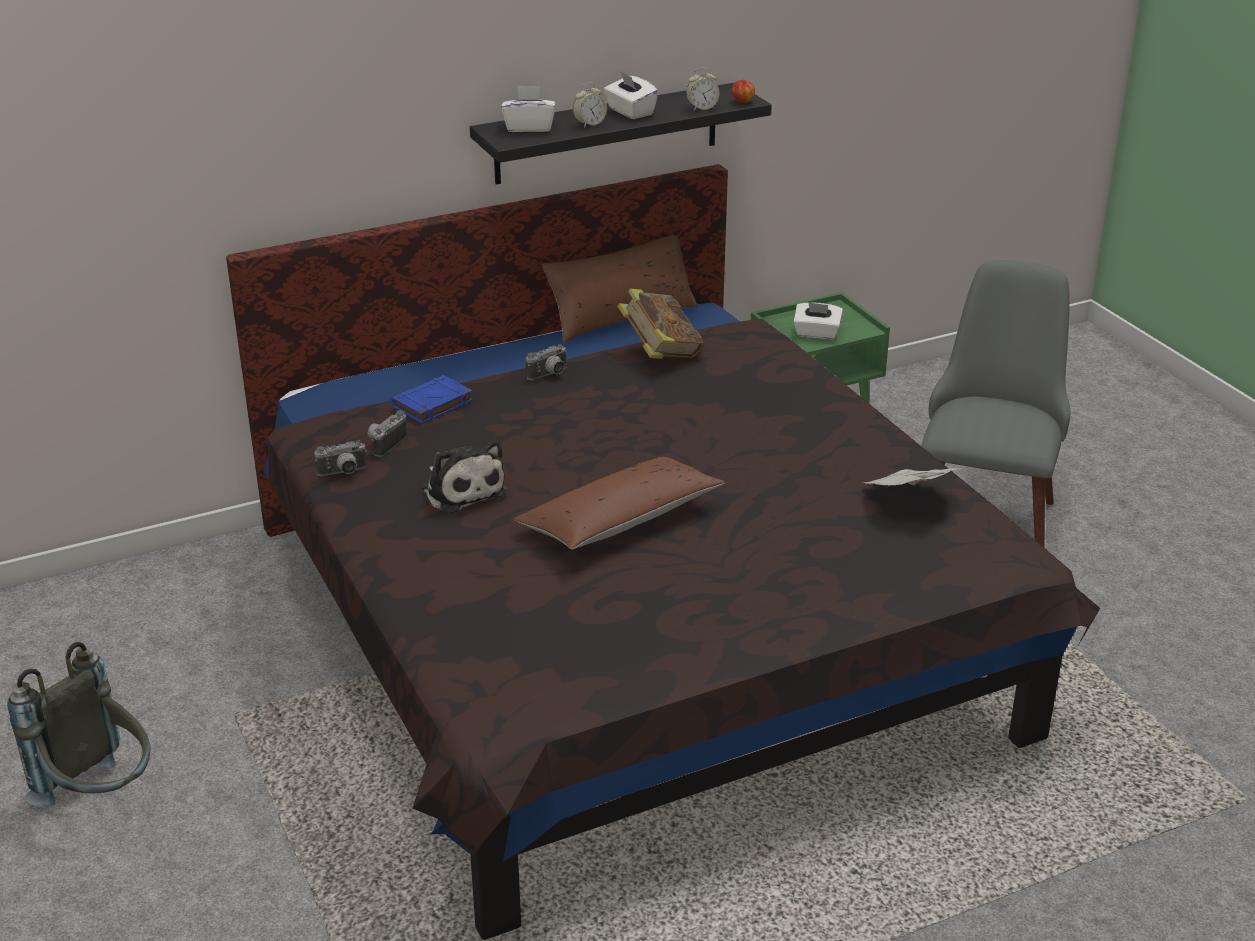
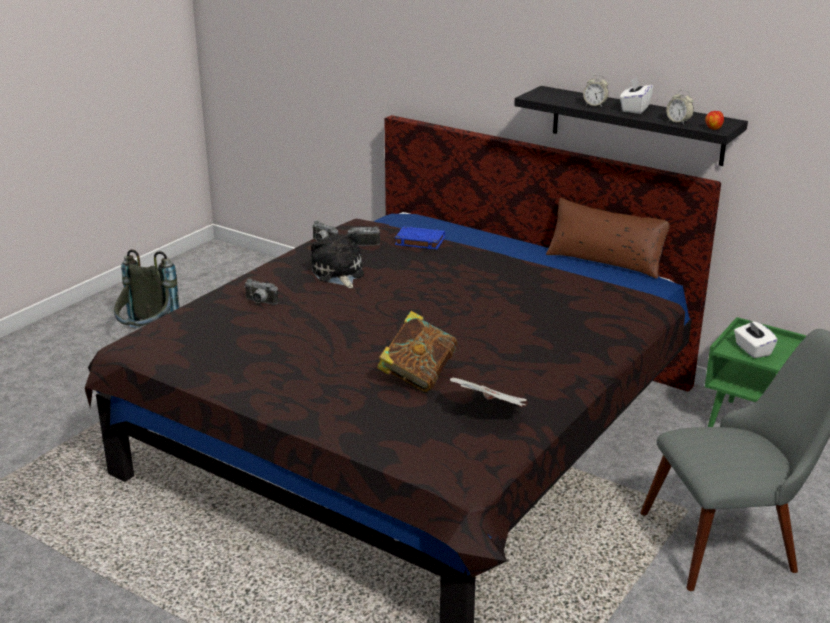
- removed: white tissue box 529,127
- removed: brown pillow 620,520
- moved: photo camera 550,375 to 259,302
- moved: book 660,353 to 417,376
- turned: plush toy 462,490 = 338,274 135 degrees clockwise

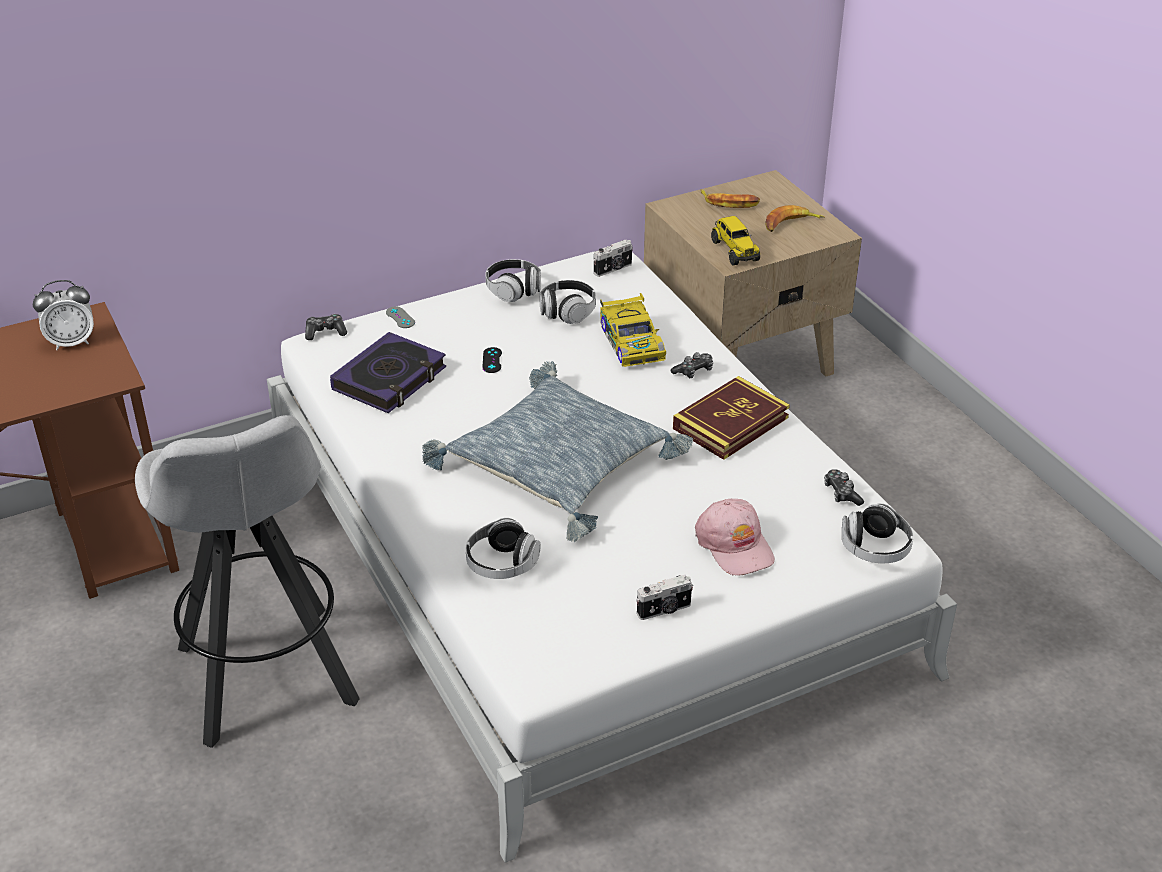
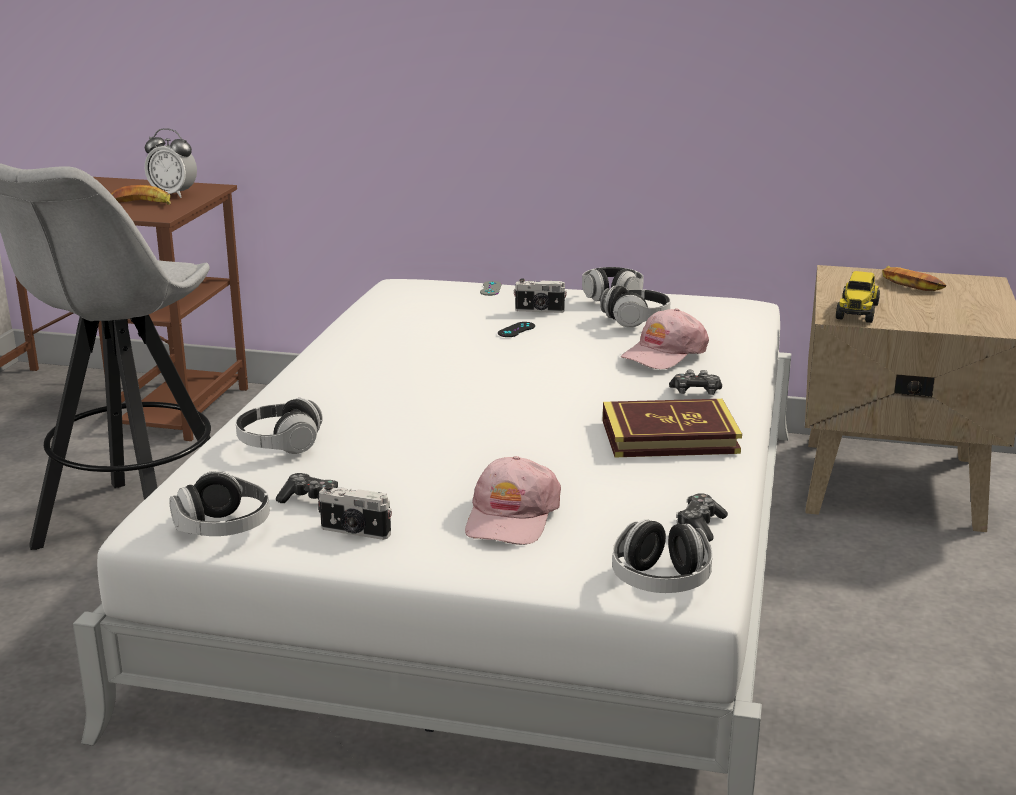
- removed: book 390,379
- removed: pillow 557,458
- added: headphones 223,528
- moved: game controller 325,332 to 311,502
- moved: photo camera 613,269 to 539,310
- moved: banana 790,224 to 142,204
- replaced: toy car 632,341 to pink cap 664,353

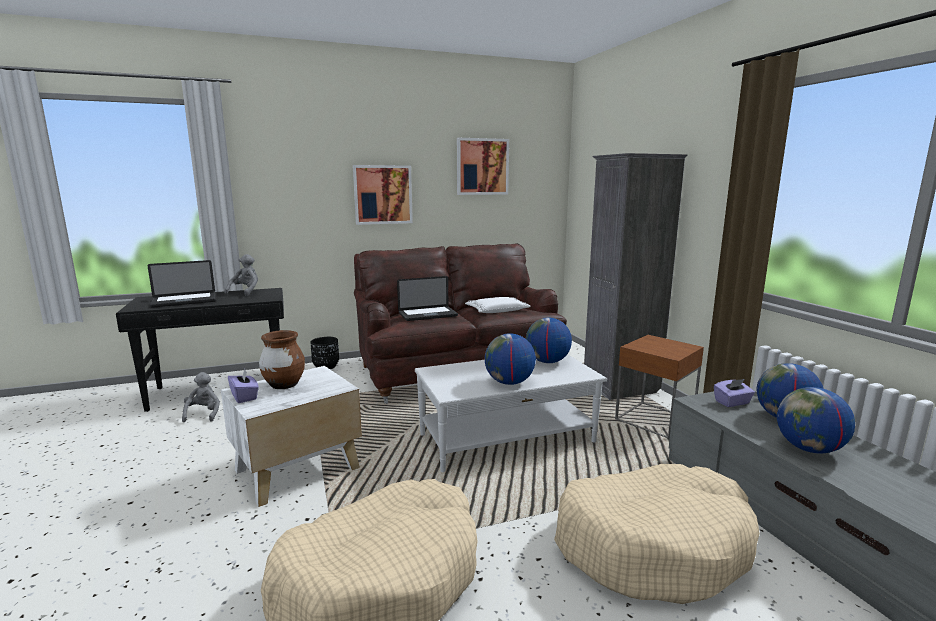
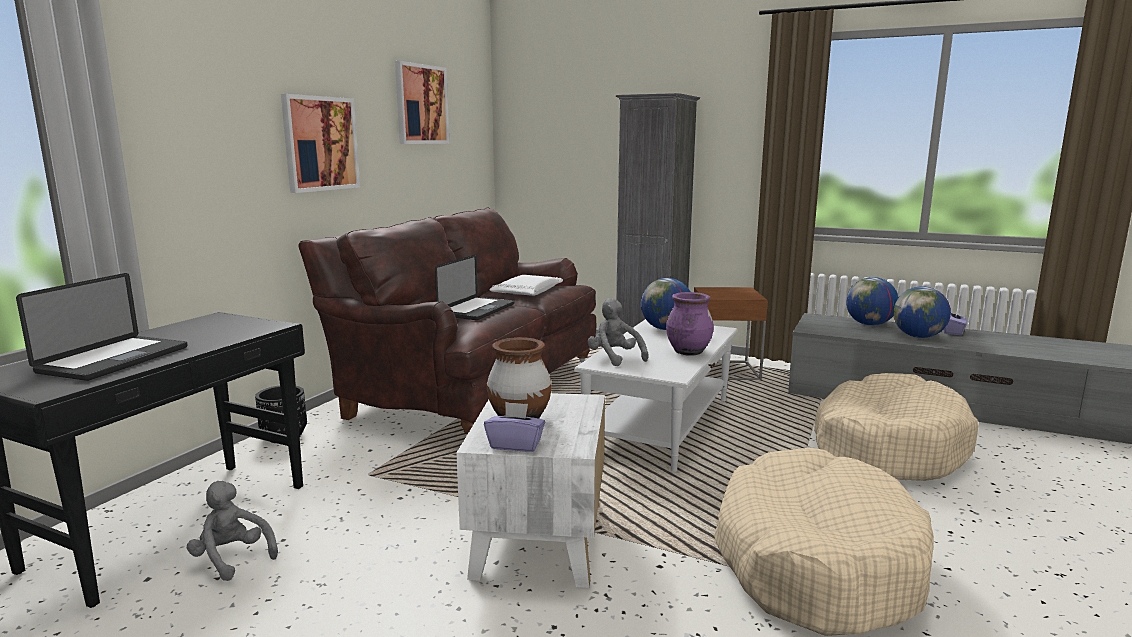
- moved: grey plush toy 246,292 to 614,358
- moved: purple tissue box 732,402 to 953,331
- replaced: globe 509,382 to purple vase 688,352

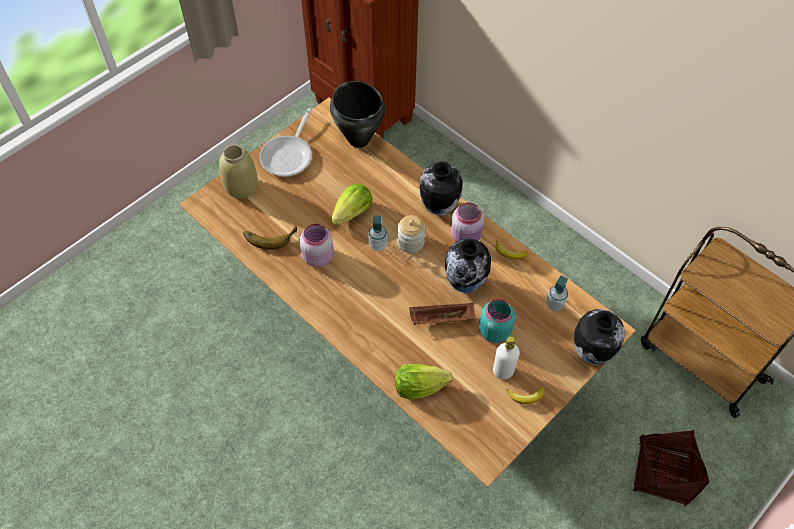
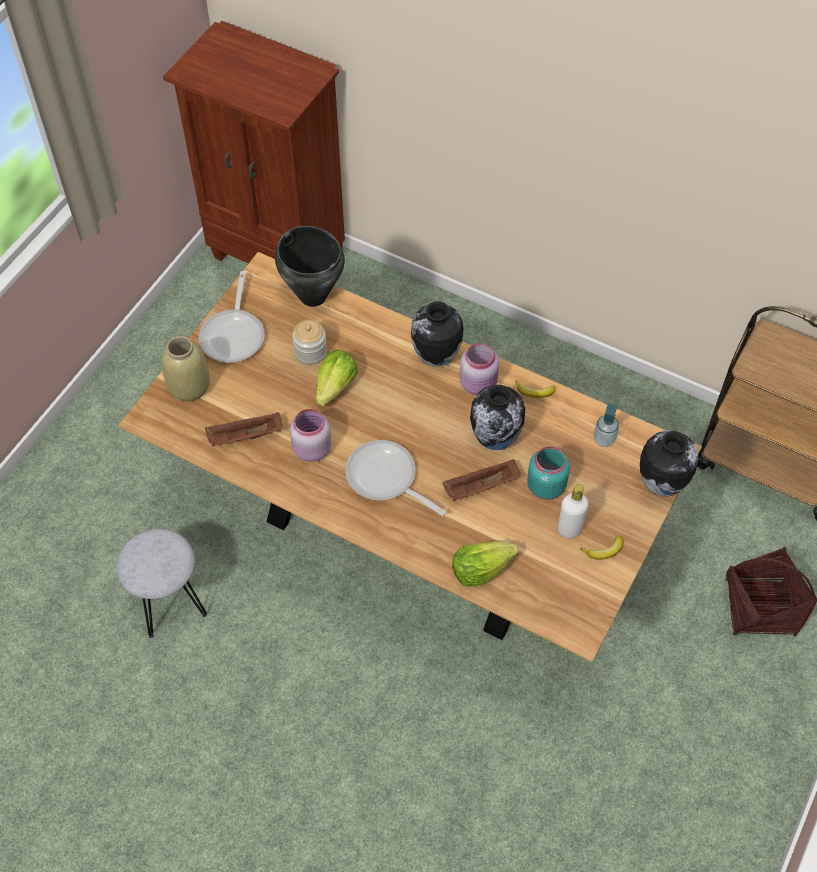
- removed: soap dispenser 378,245
- added: grey stool 168,602
- added: frying pan 386,479
- moved: jar 410,242 to 310,352
- replaced: banana 269,235 to brown tray 244,437

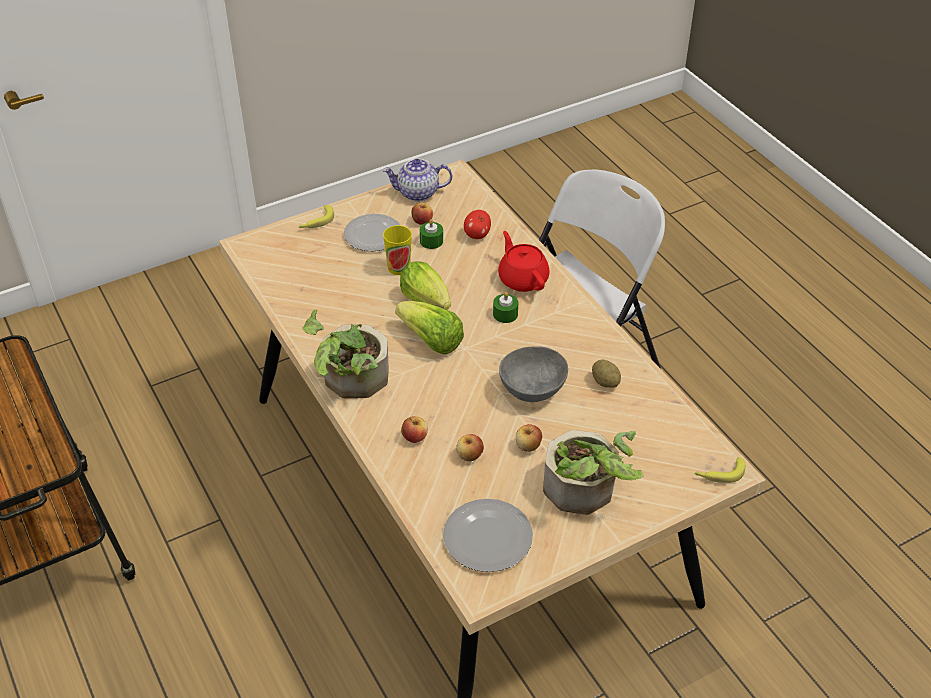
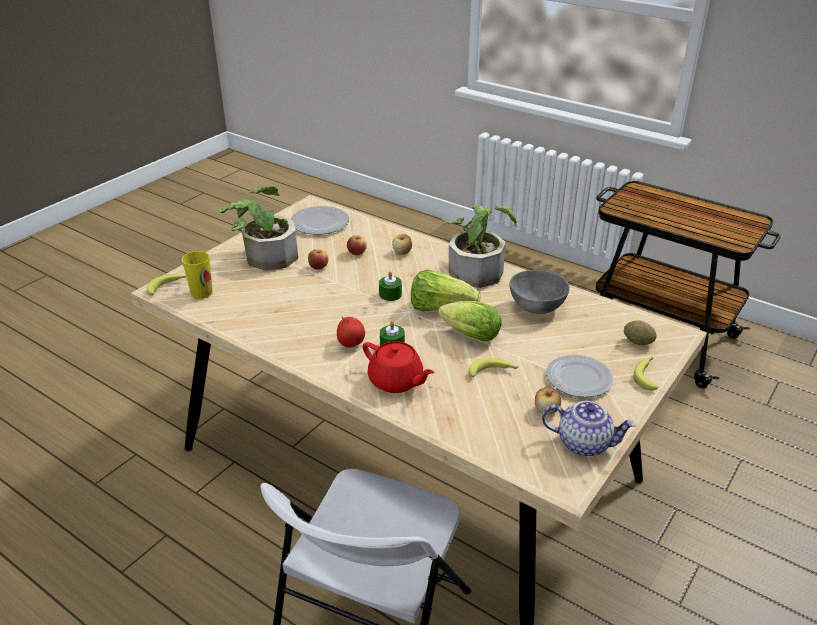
- added: banana 493,372
- moved: cup 399,268 to 201,293
- moved: green candle 431,241 to 390,294
- moved: apple 477,235 to 351,343
- moved: grey bowl 534,391 to 535,307
- moved: potato 605,382 to 638,342
- turned: teapot 417,193 = 584,443 45 degrees clockwise

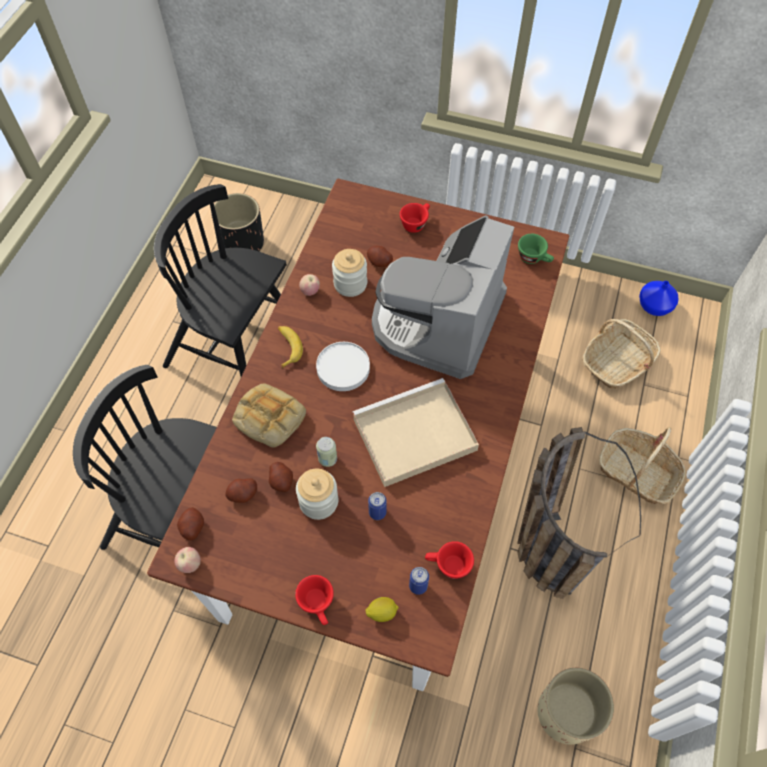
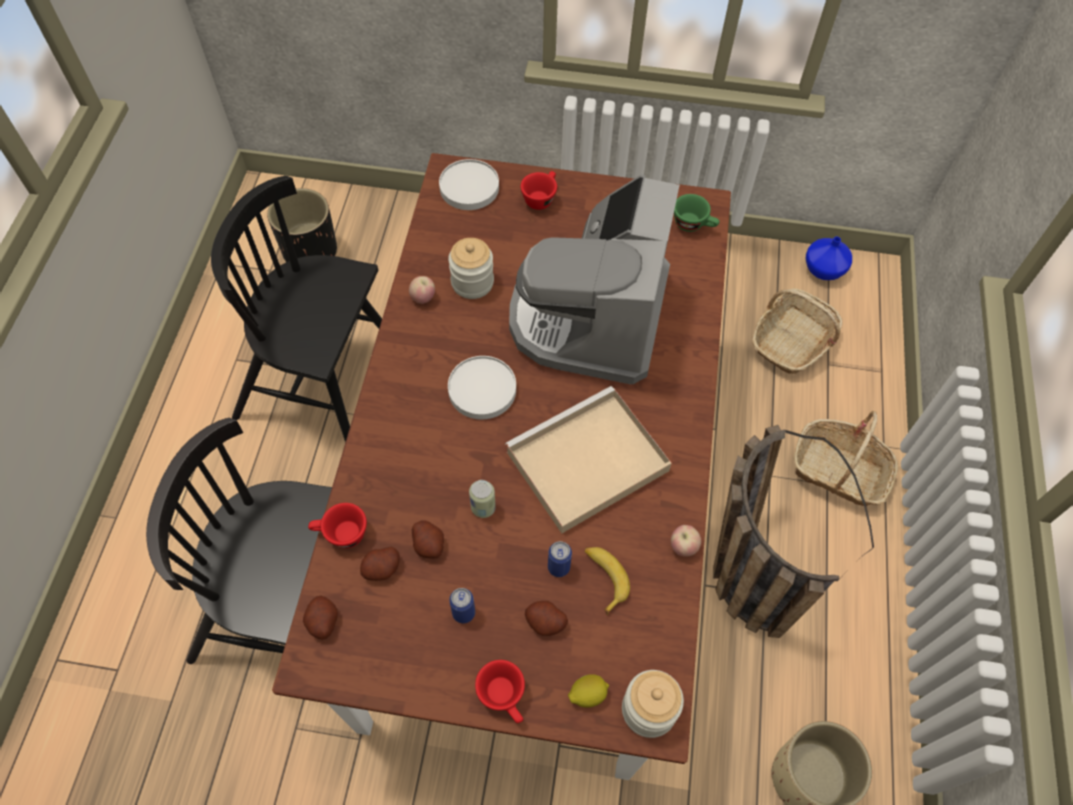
- removed: bread 268,418
- added: white plate 469,187
- moved: apple 190,564 to 683,546
- moved: banana 287,347 to 603,578
- moved: jar 318,501 to 648,710
- moved: potato 379,262 to 545,622
- moved: can 418,586 to 463,613
- moved: red cup 448,565 to 341,534

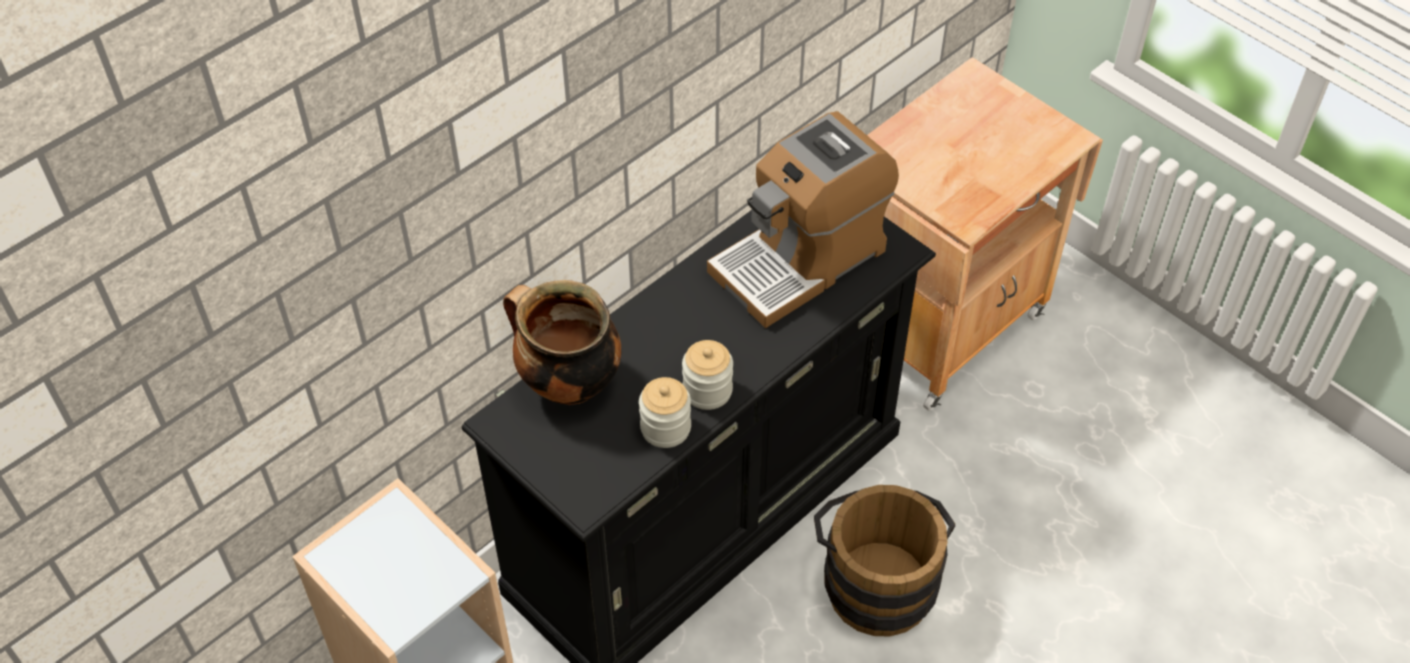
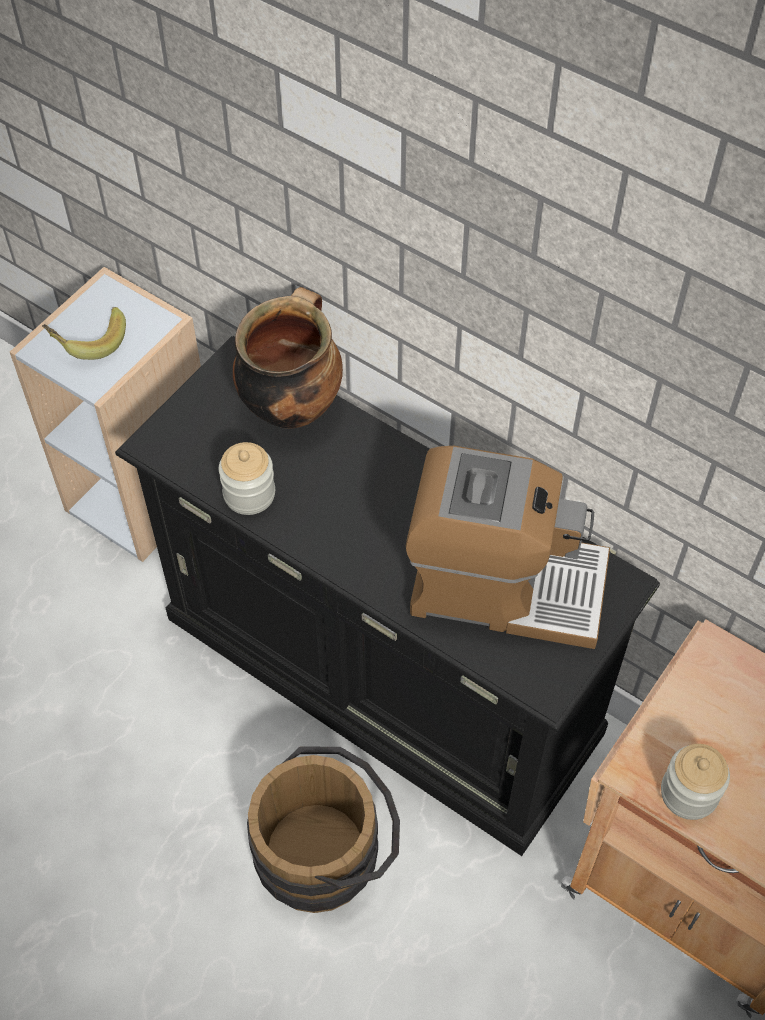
- added: banana 89,341
- moved: jar 707,390 to 689,793
- turned: coffee machine 800,260 = 504,585 150 degrees clockwise

